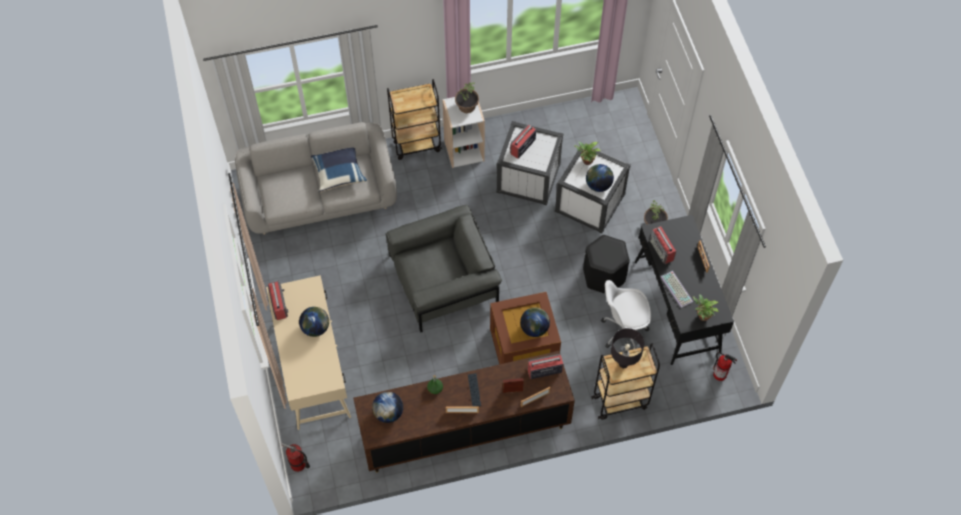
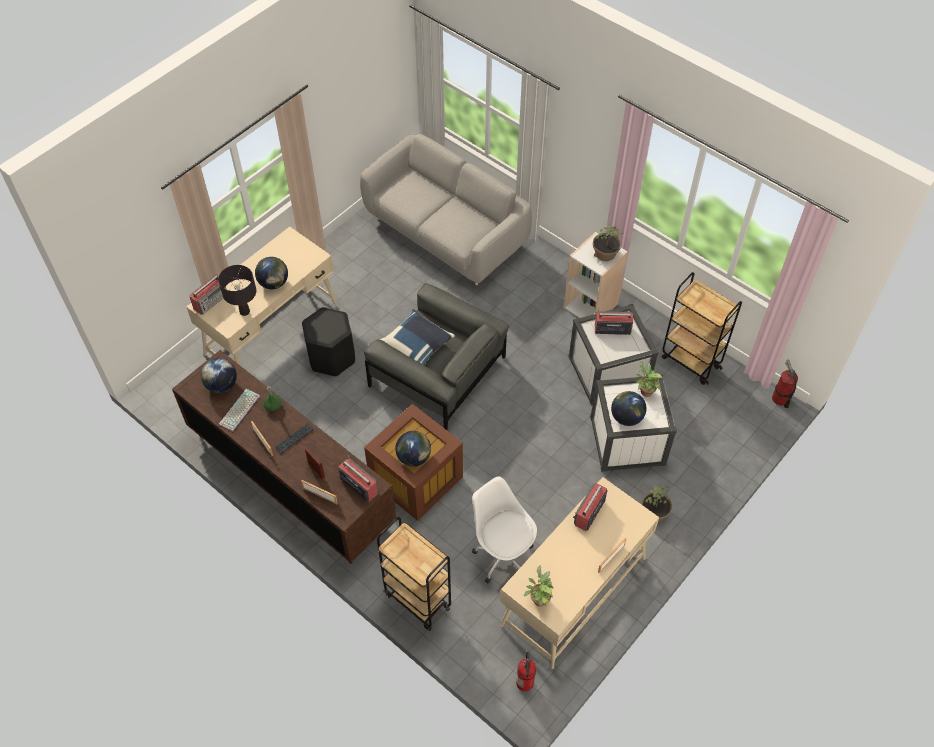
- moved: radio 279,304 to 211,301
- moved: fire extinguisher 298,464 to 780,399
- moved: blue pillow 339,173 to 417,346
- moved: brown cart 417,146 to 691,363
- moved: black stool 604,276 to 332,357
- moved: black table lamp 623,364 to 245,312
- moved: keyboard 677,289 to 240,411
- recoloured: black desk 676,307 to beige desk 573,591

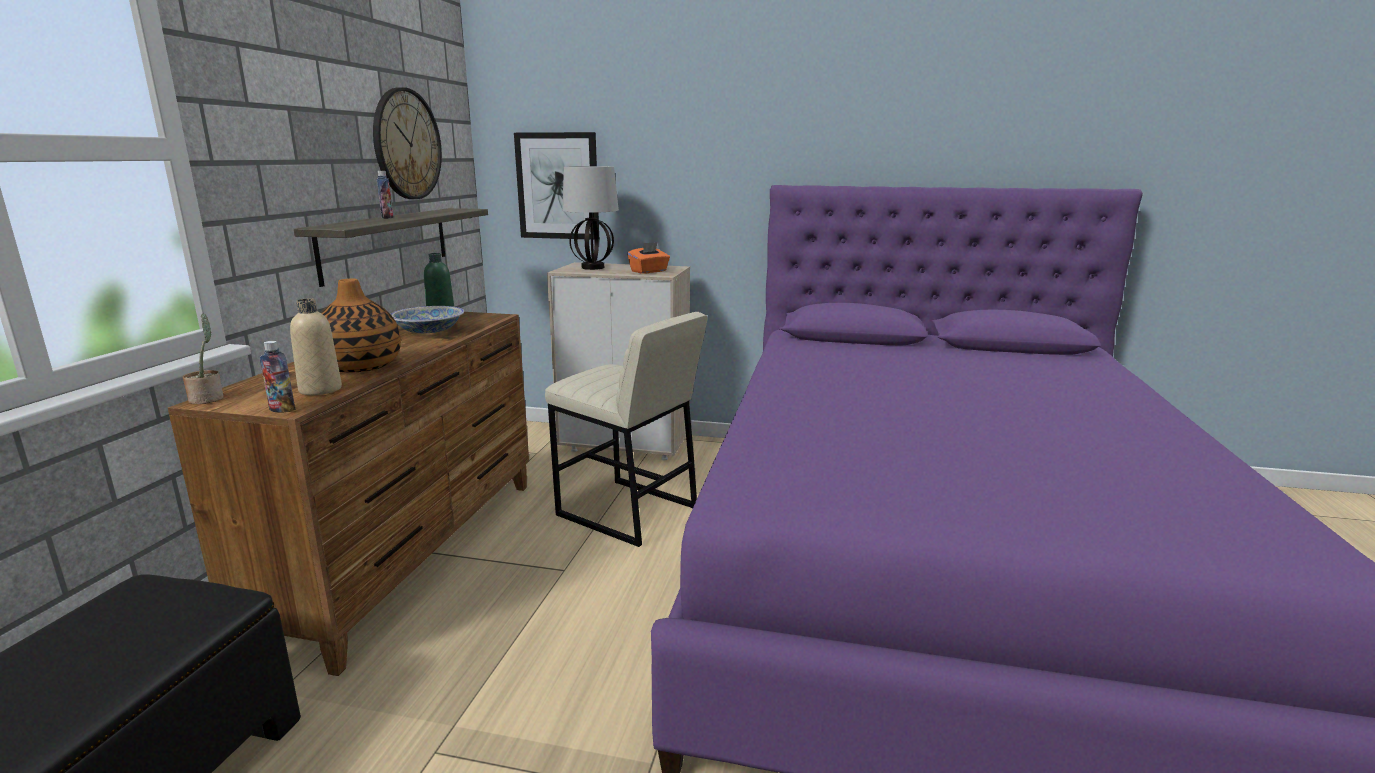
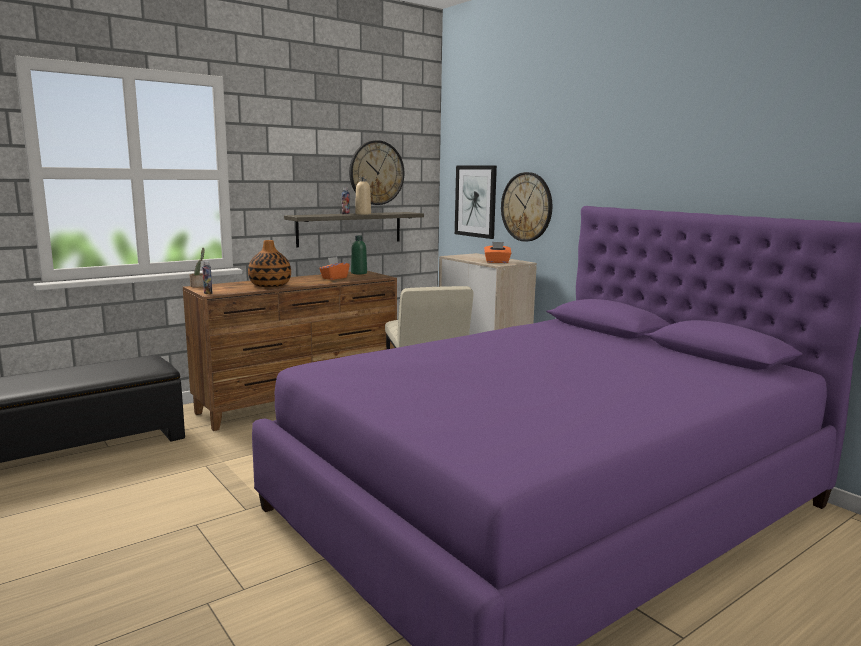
- removed: table lamp 592,267
- added: wall clock 527,207
- moved: beige bottle 320,389 to 363,214
- replaced: bowl 429,331 to orange tissue box 334,278

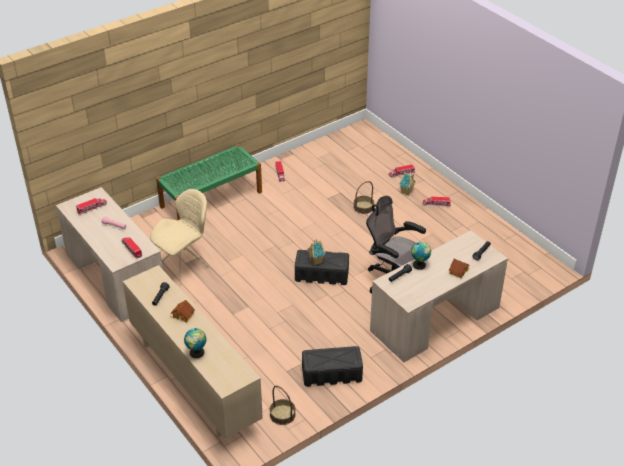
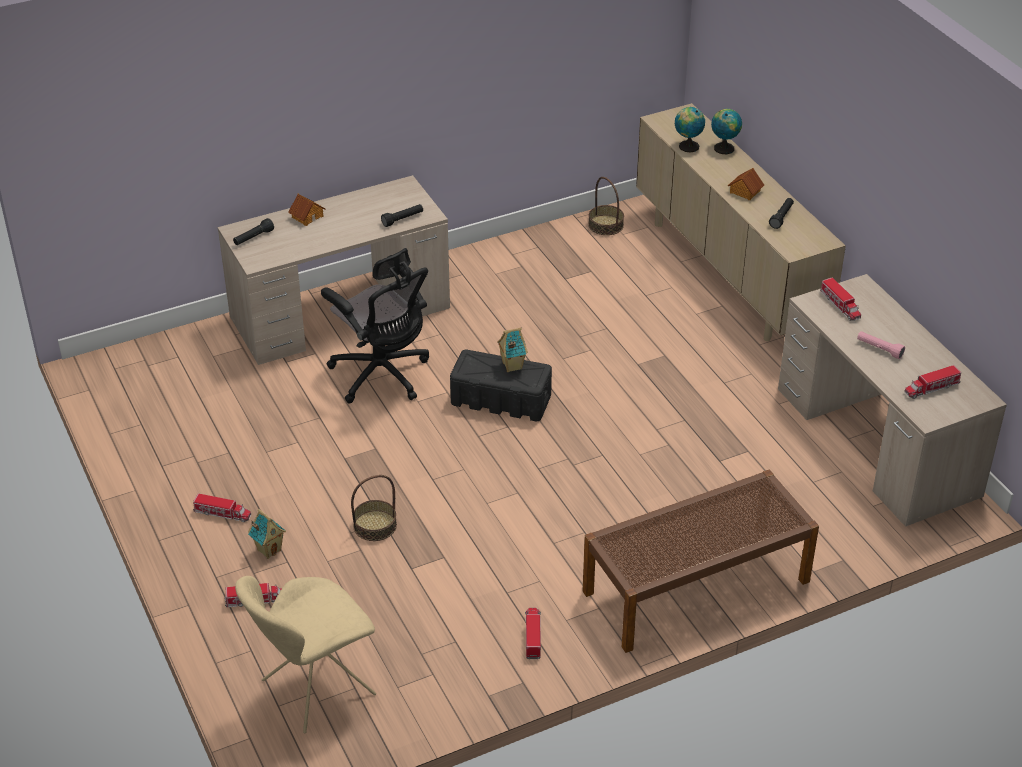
- removed: black storage box 332,374
- moved: beige chair 184,266 to 314,689
- moved: globe 420,265 to 687,146
- recoloured: green bench 211,199 to brown bench 696,587

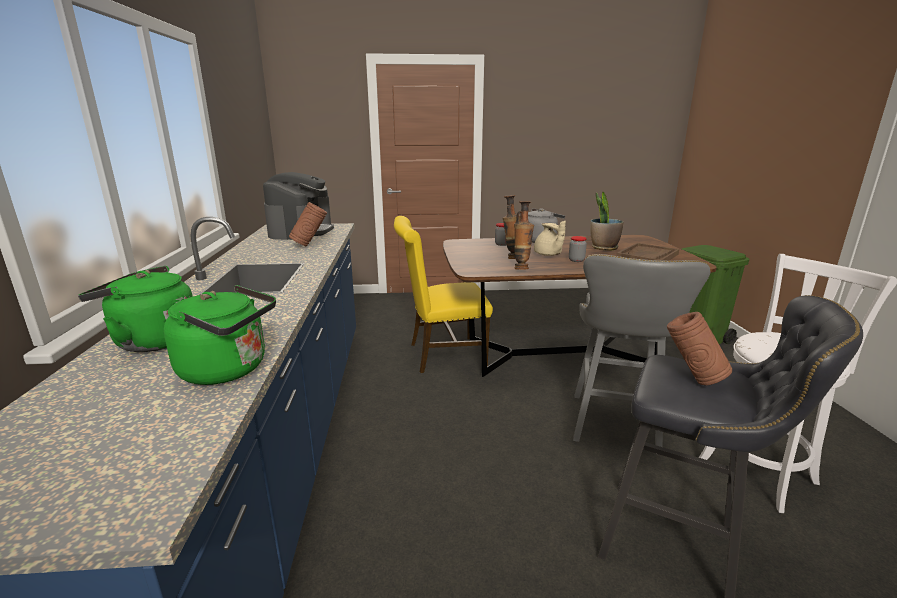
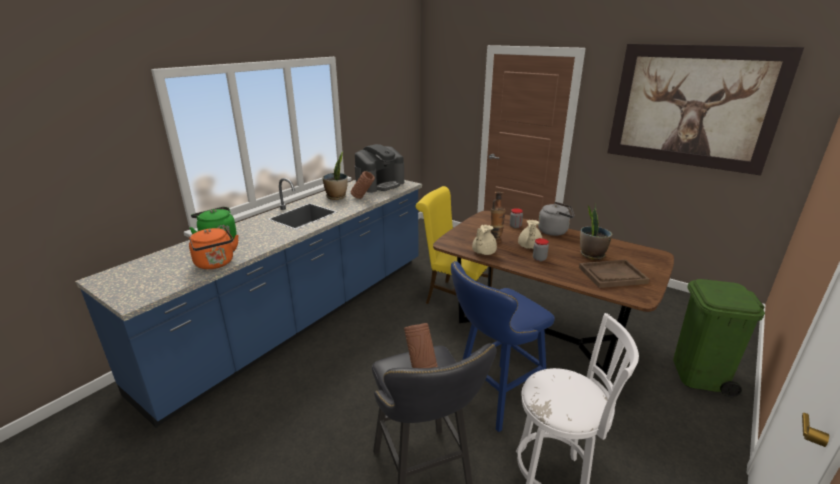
- added: potted plant 336,197
- added: picture 692,107
- replaced: vase 521,268 to beige teapot 483,252
- recoloured: green kettle 229,370 to orange kettle 216,264
- recoloured: grey stool 614,430 to blue stool 492,400

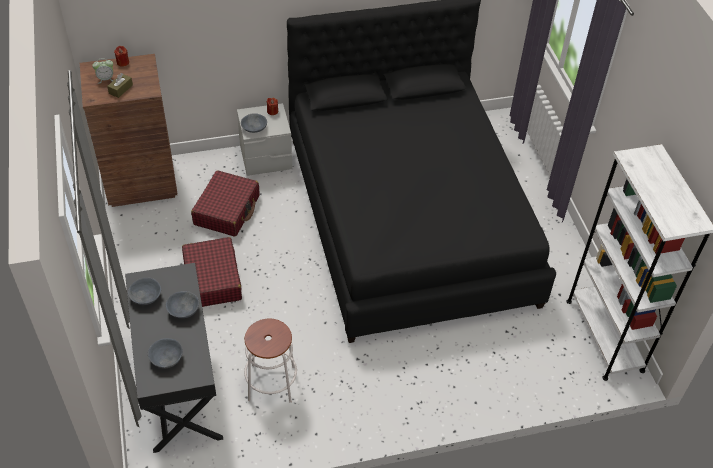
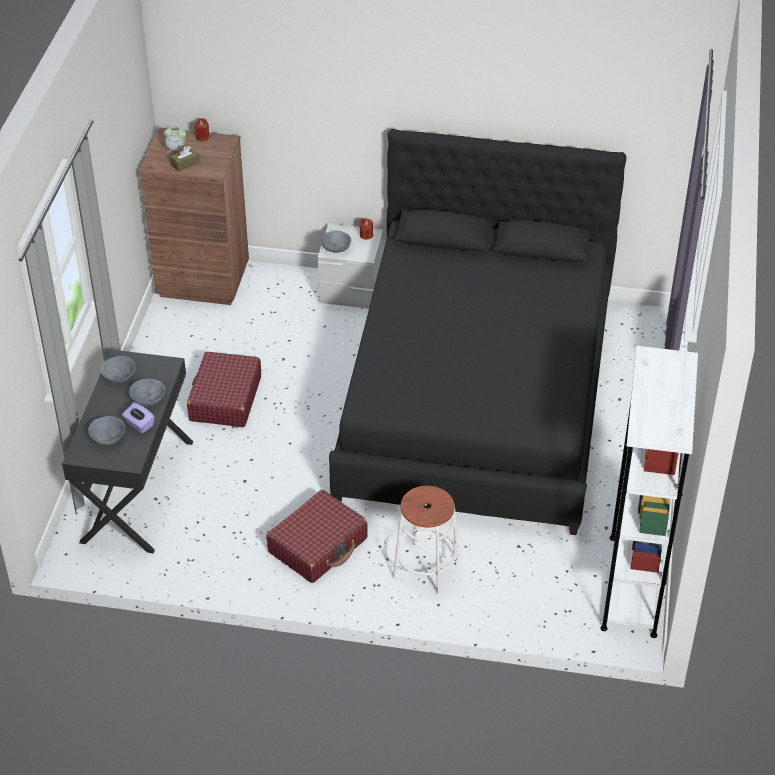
- added: purple tissue box 139,425
- moved: red suitcase 227,210 to 318,545
- moved: white stool 271,383 to 425,568

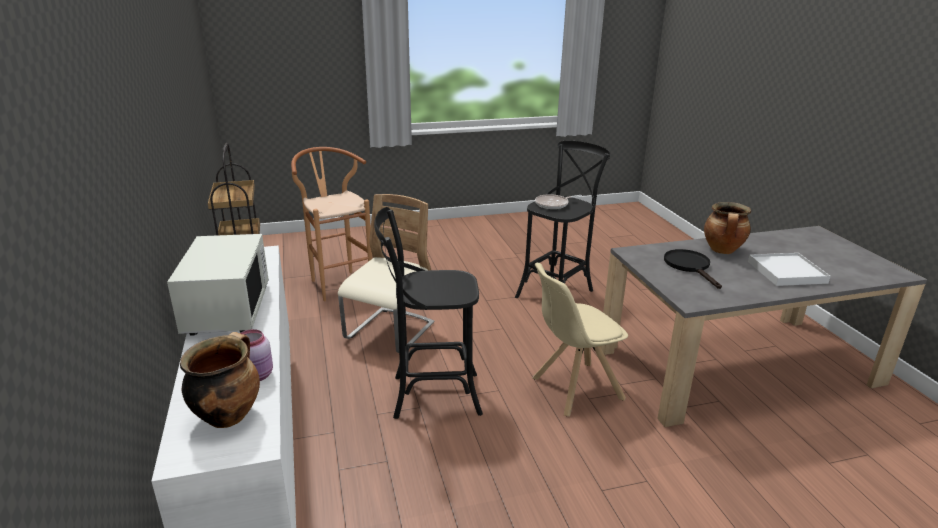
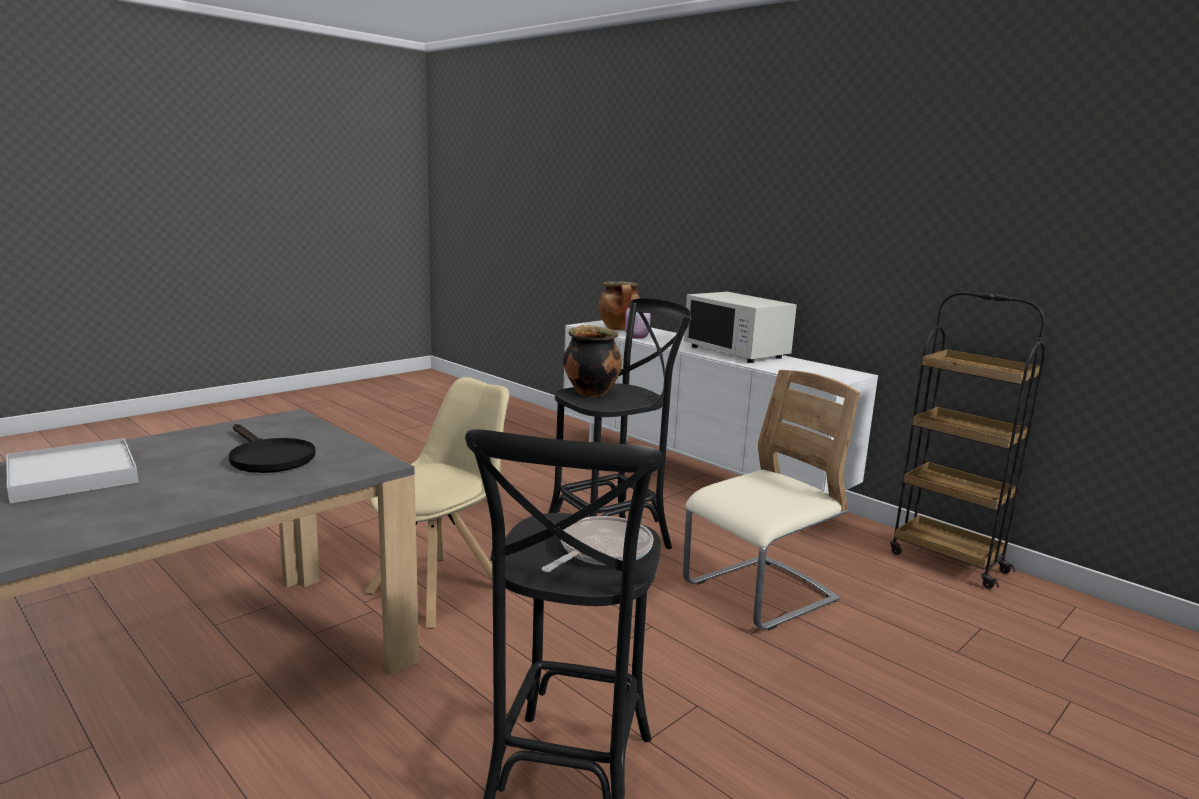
- removed: brown stool 338,282
- moved: cooking pot 723,251 to 590,392
- turned: beige chair 390,332 = 759,594 120 degrees counterclockwise

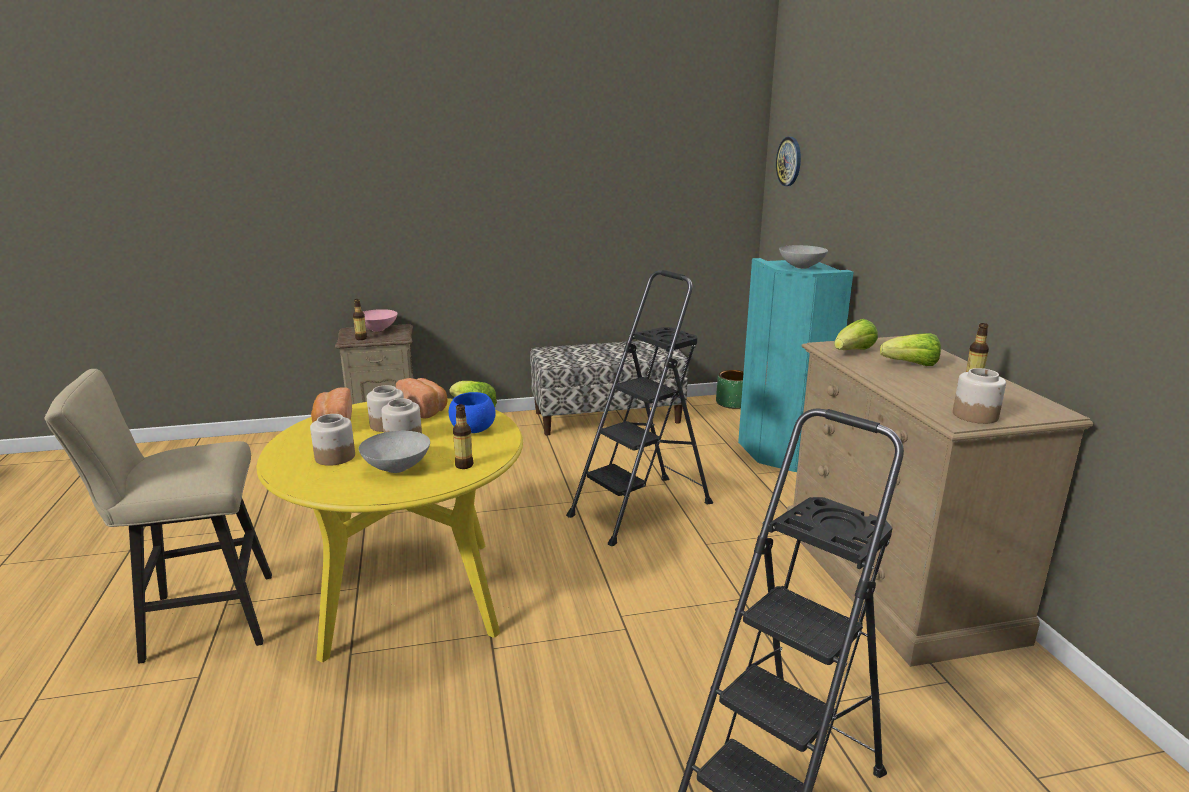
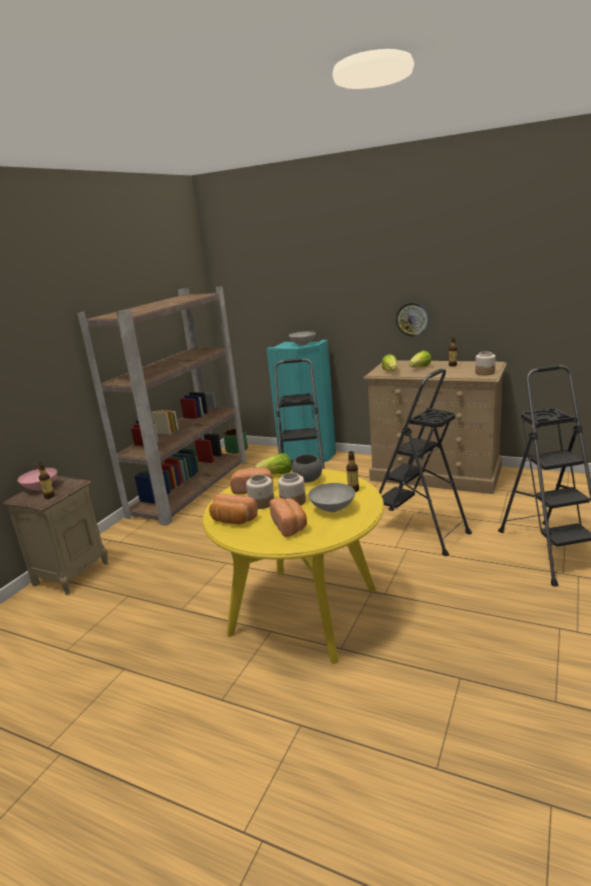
- removed: beige stool 198,620
- added: step ladder 417,530
- moved: wall clock 789,161 to 412,319
- replaced: jar 334,457 to bread 290,526
- replaced: bench 607,417 to brown bookcase 191,487
- recoloured: blue bowl 472,430 to grey bowl 307,480

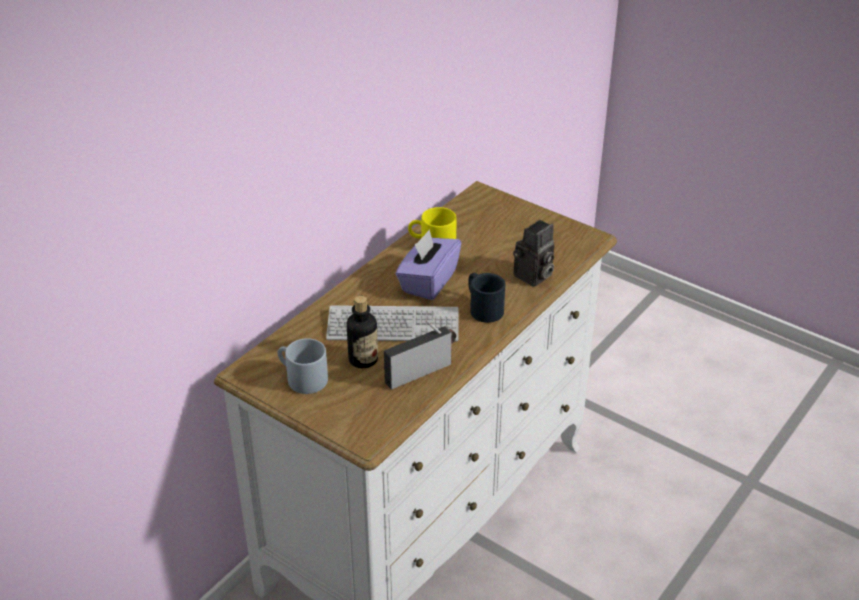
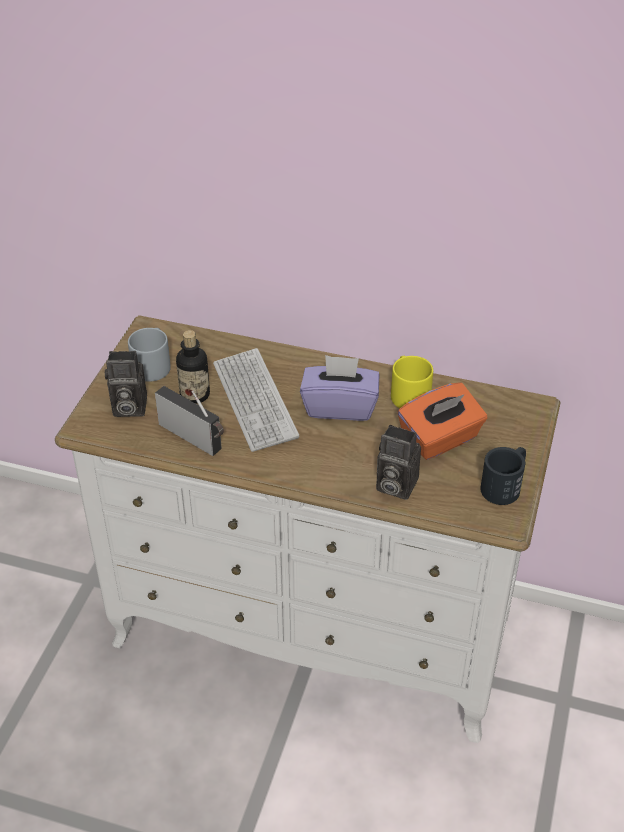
- added: photo camera 127,408
- added: orange tissue box 440,439
- moved: black mug 482,307 to 505,485

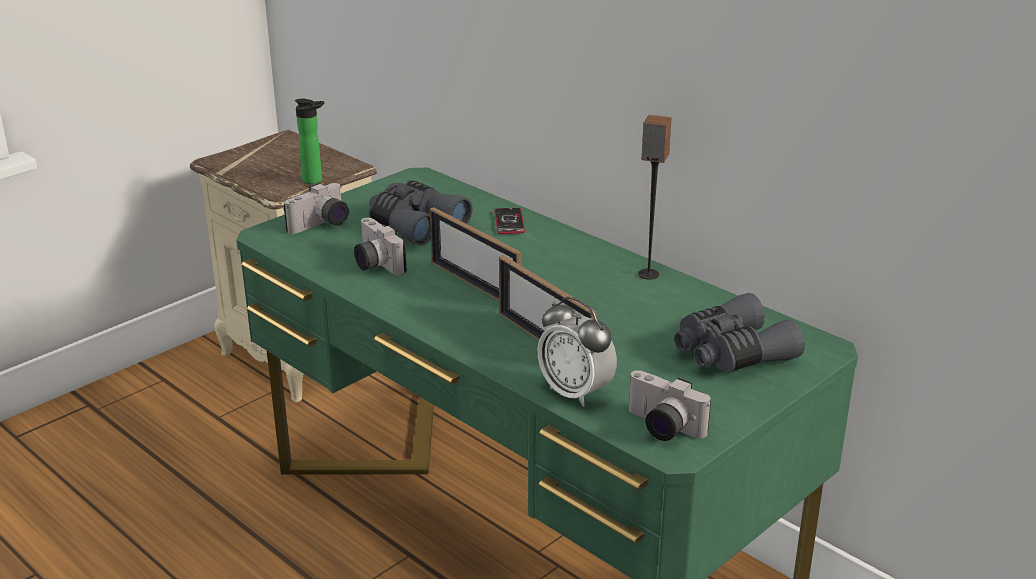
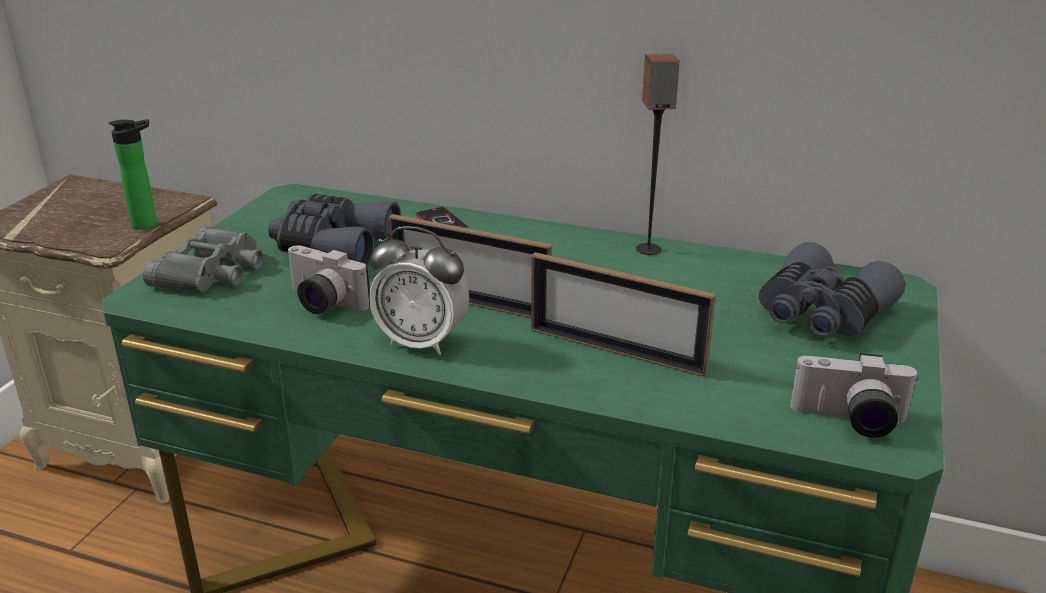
- moved: alarm clock 575,392 to 422,342
- replaced: photo camera 321,225 to grey binoculars 212,271

